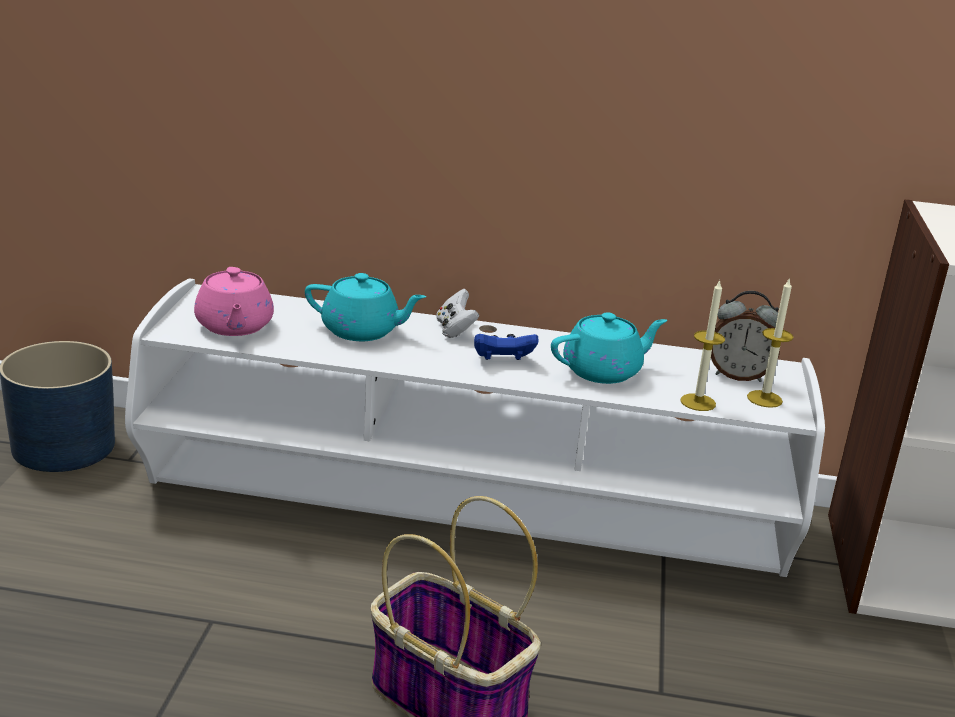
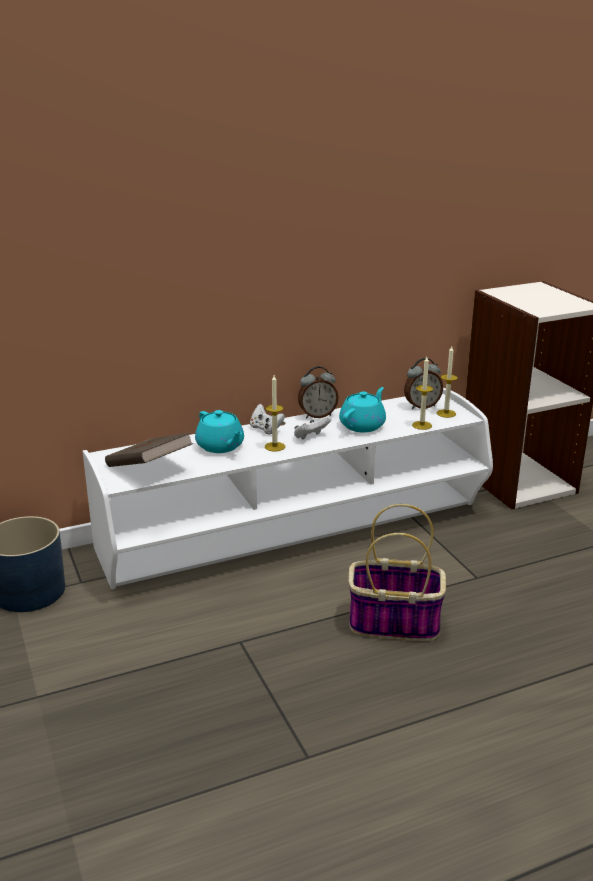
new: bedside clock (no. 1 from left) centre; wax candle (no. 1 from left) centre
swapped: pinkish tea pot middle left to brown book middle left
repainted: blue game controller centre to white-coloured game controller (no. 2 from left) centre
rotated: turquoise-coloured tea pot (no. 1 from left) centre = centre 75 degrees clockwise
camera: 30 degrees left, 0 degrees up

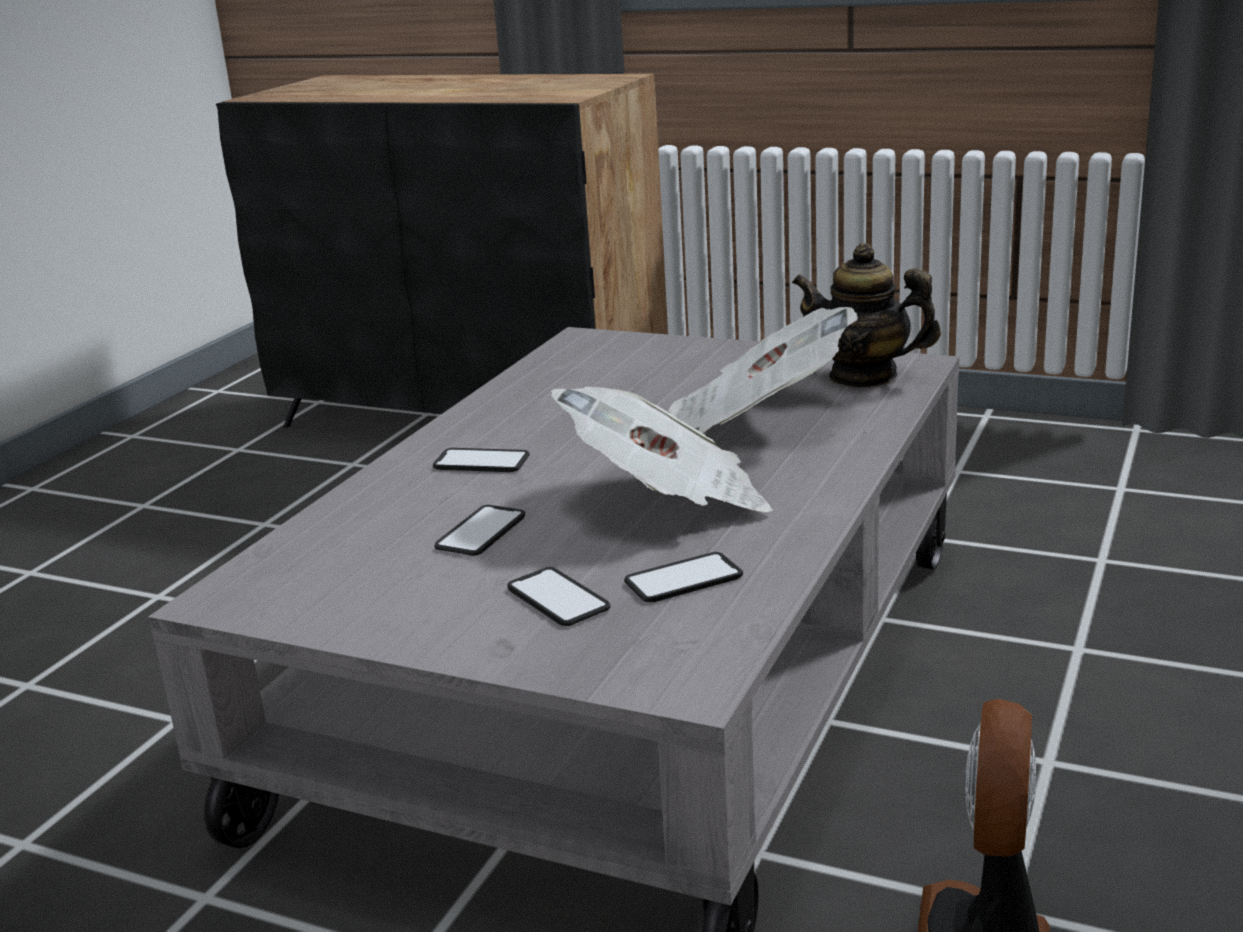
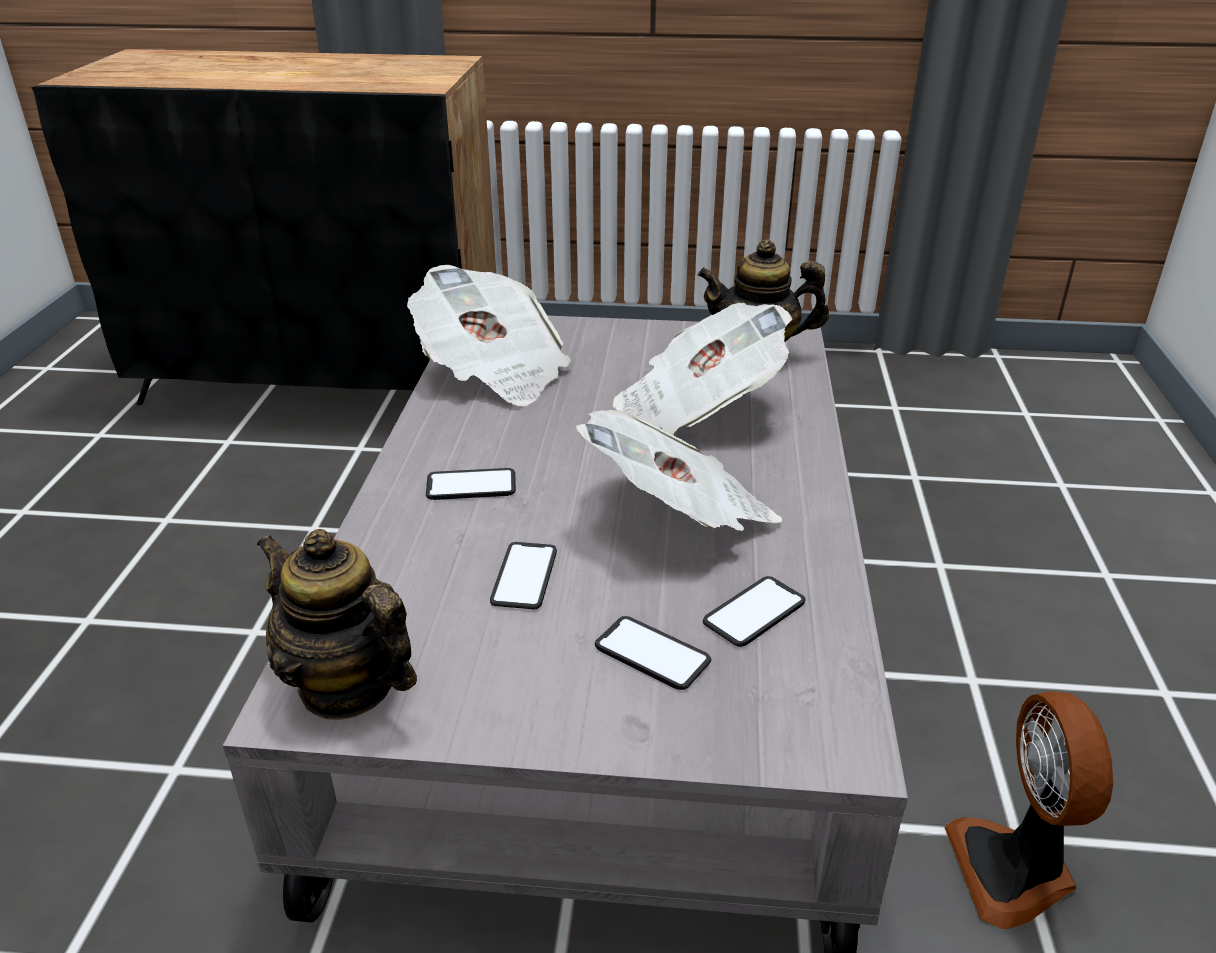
new: newspaper (no. 1 from left) centre; tea pot (no. 1 from left) middle left
camera: 20 degrees left, 10 degrees up

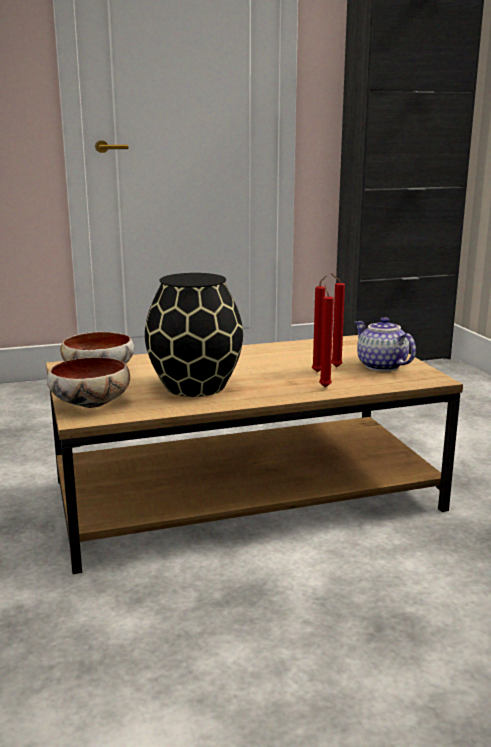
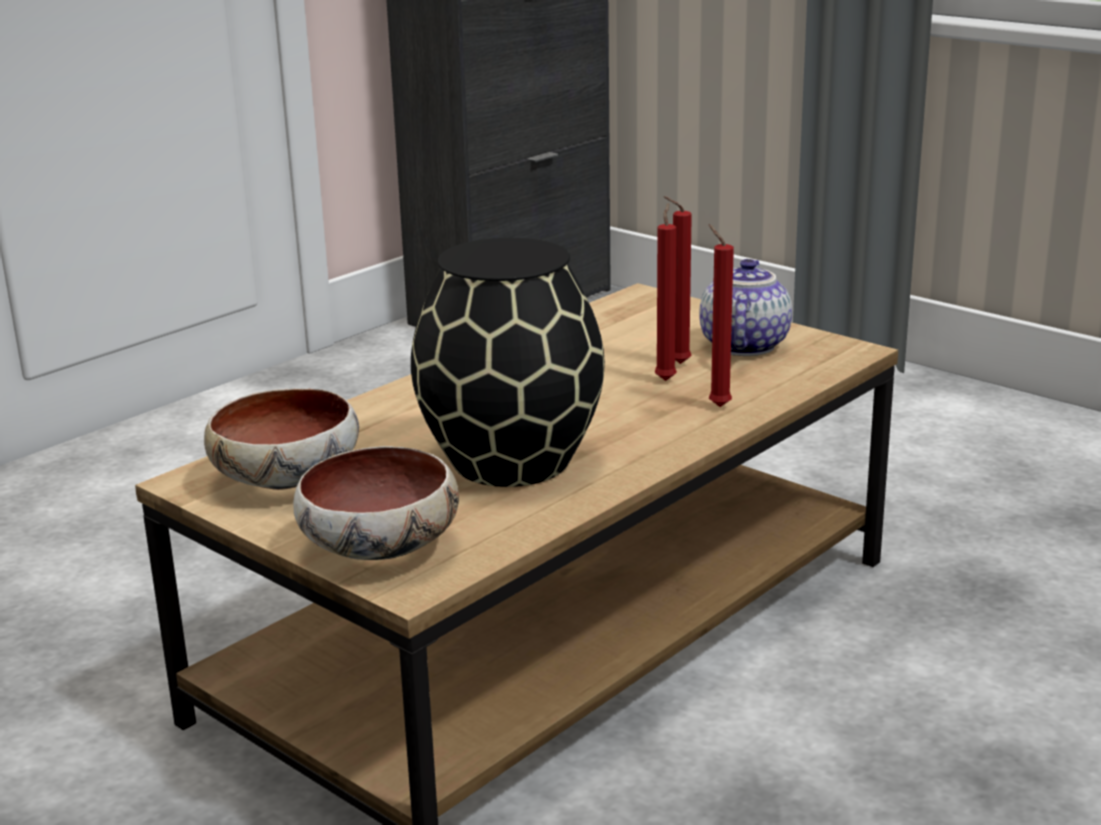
rotated: tea pot middle right = middle right 75 degrees clockwise
camera: 30 degrees left, 5 degrees up

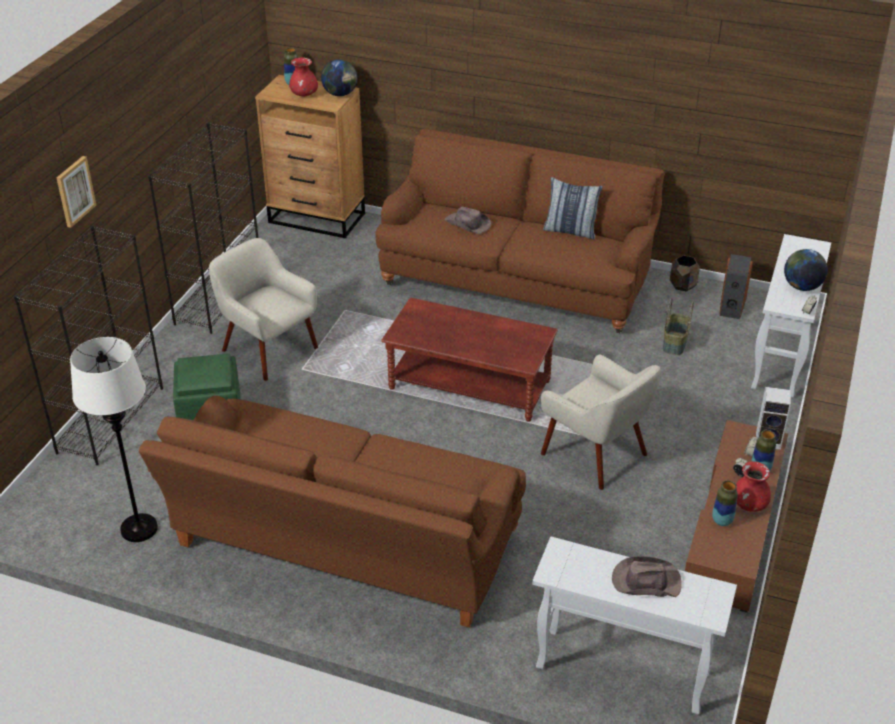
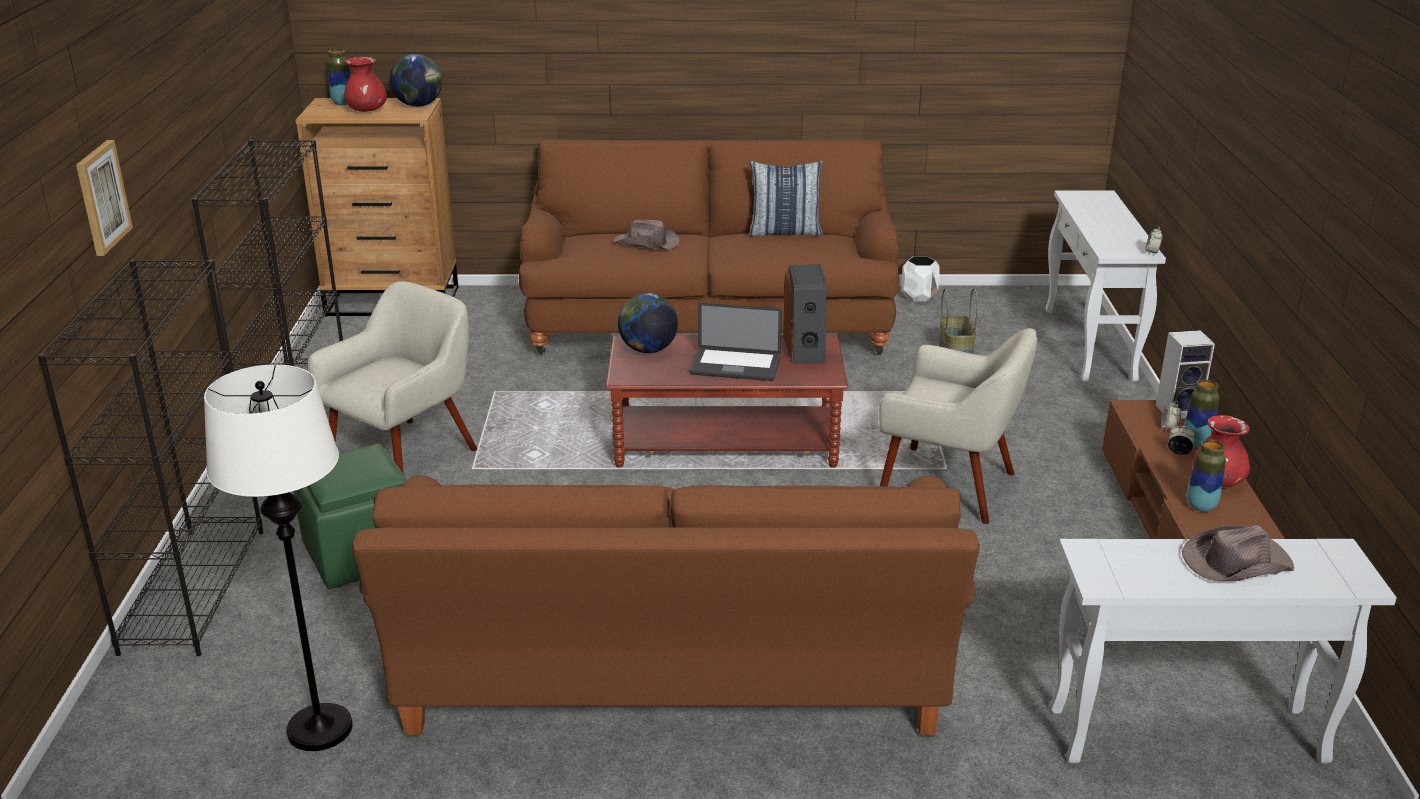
new: notebook computer centre
shifted: world globe (no. 2 from left) middle right to centre; audio speaker (no. 1 from left) middle right to centre
repainted: brown plant pot middle right to white-coloured plant pot centre
rotated: sand-coloured easy chair (no. 1 from left) middle left = middle left 105 degrees clockwise
camera: 20 degrees left, 10 degrees down

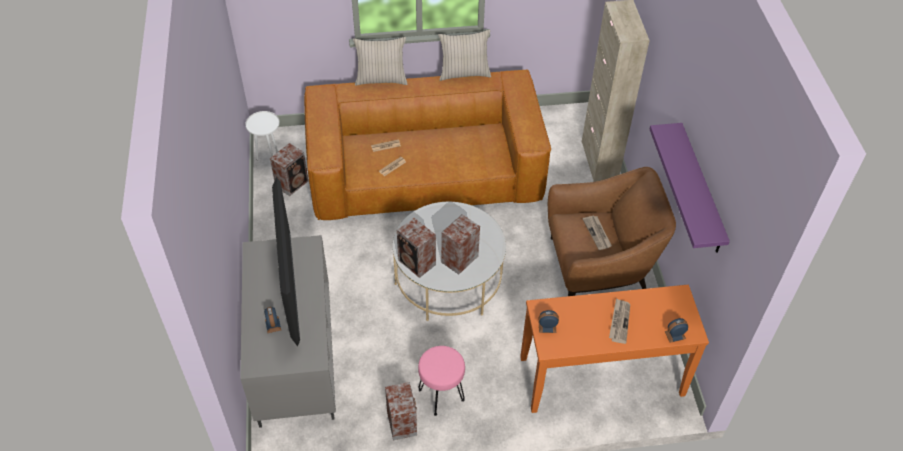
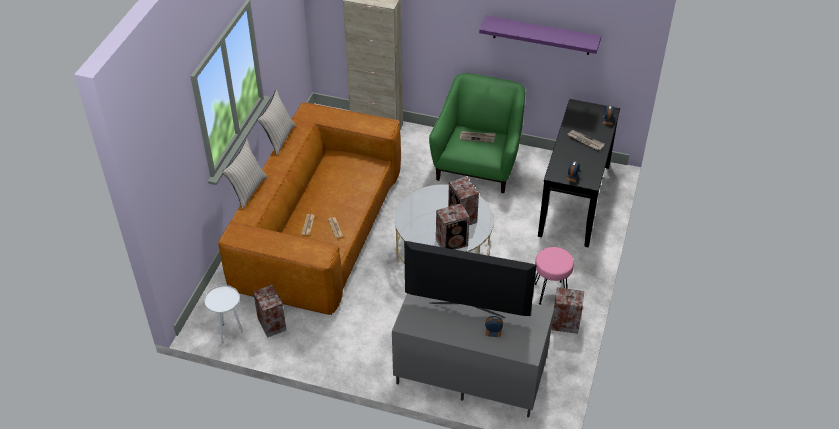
repainted: brown easy chair middle right to greenish easy chair top centre; orange-coloured console table bottom right to blackish console table middle right
camera: 65 degrees left, 5 degrees down

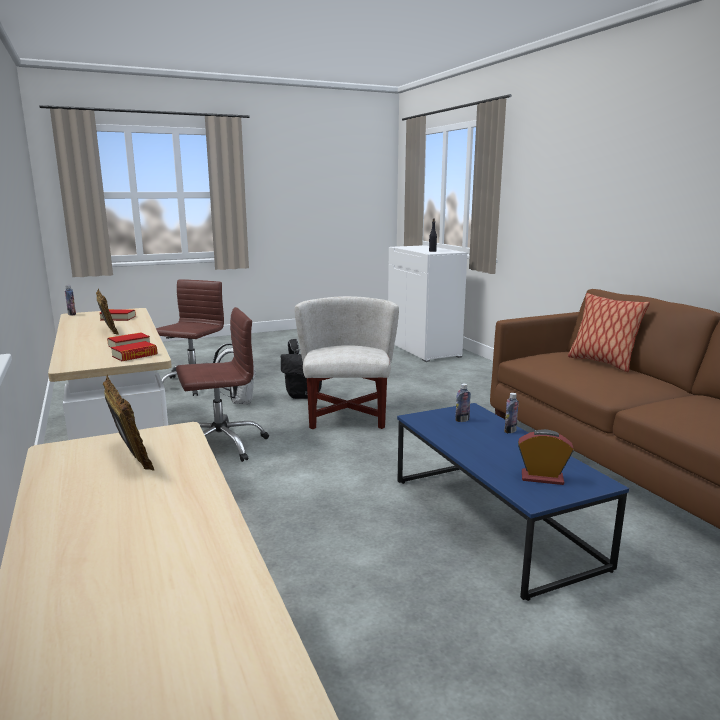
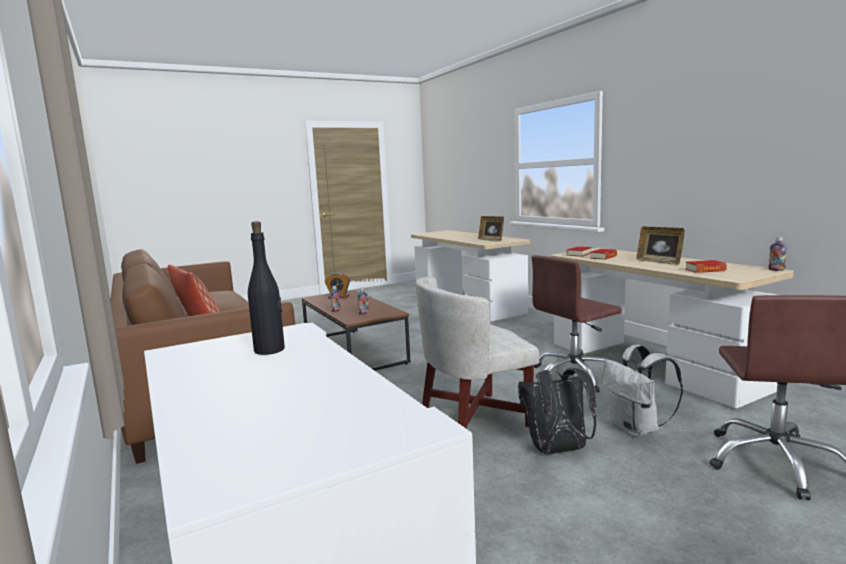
repainted: blue low table bottom right to brown low table centre
rotated: white-coloured easy chair centre = centre 75 degrees clockwise
camera: 175 degrees right, 5 degrees down

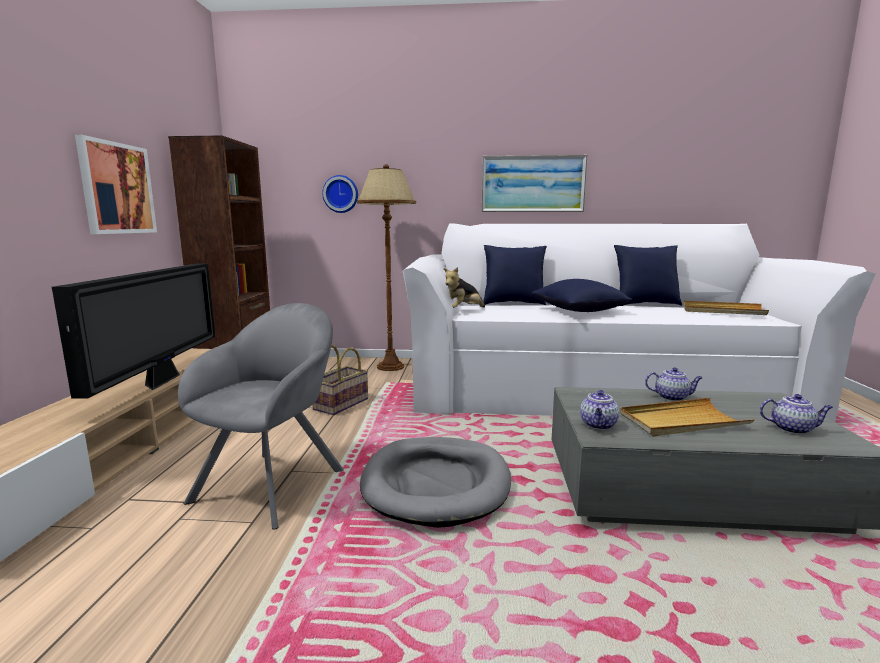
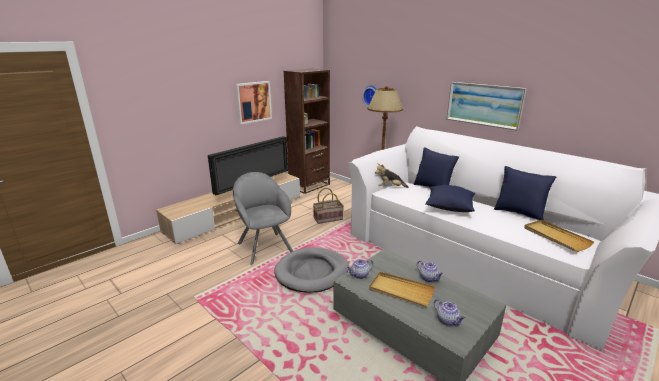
rotated: grey easy chair middle left = centre 90 degrees counterclockwise
camera: 40 degrees right, 10 degrees up

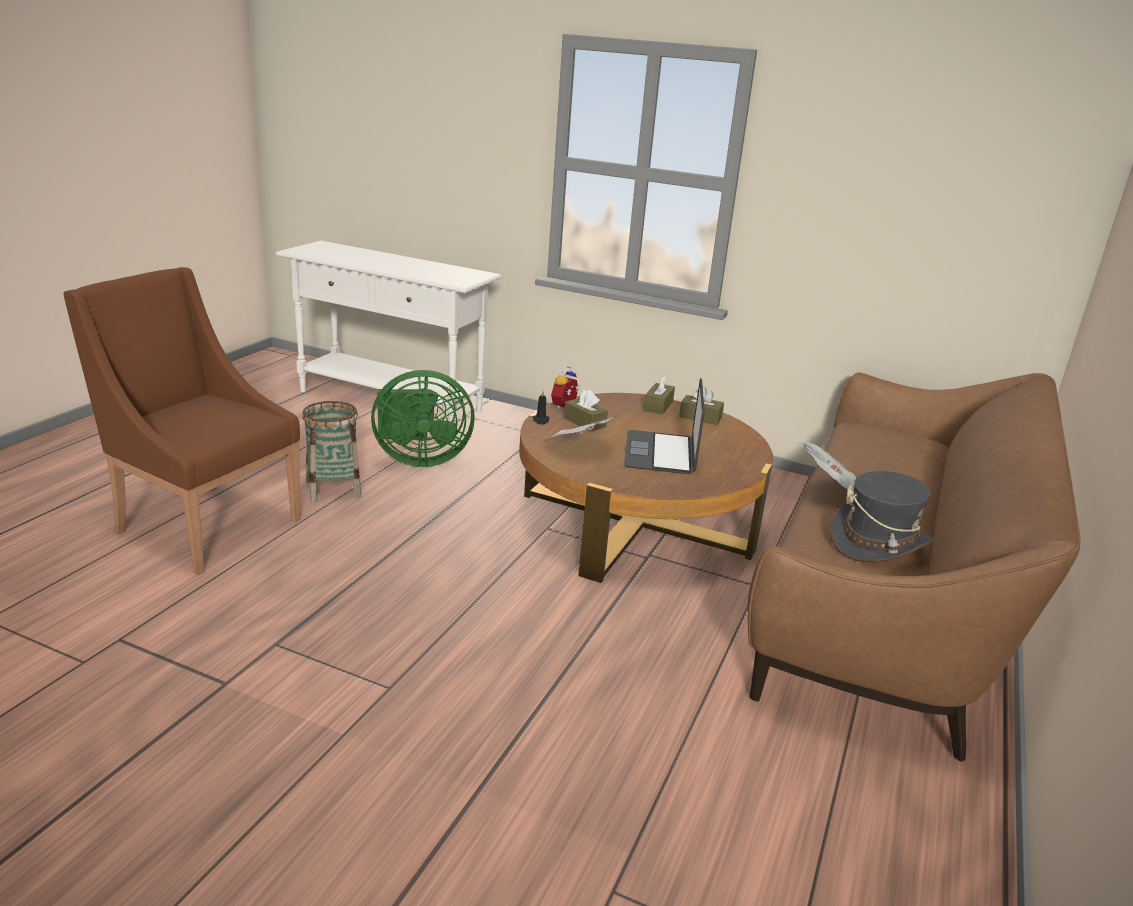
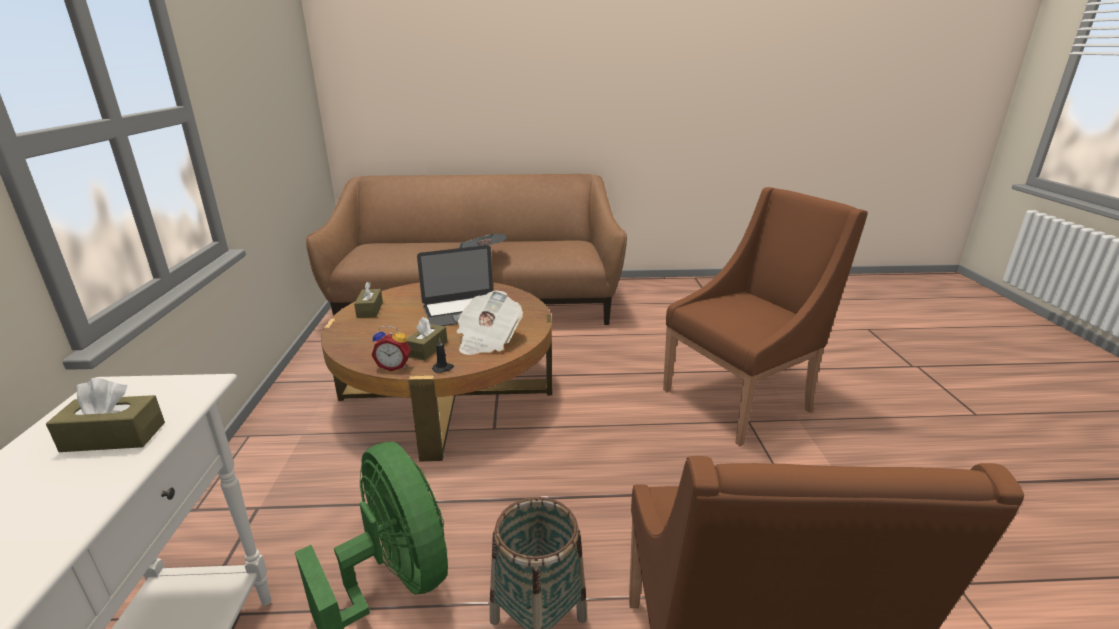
gone: grey clothing hat middle right
new: brown easy chair (no. 1 from left) middle right
shifted: brown tissue holder (no. 2 from left in the first image) centre to brown tissue holder (no. 1 from left) middle left
camera: 115 degrees left, 0 degrees up

